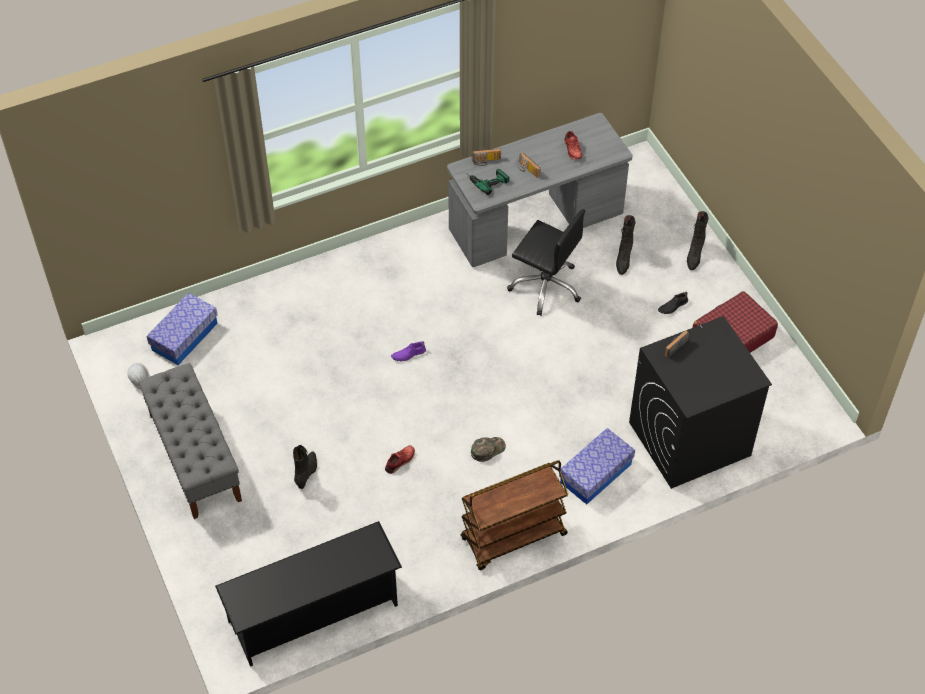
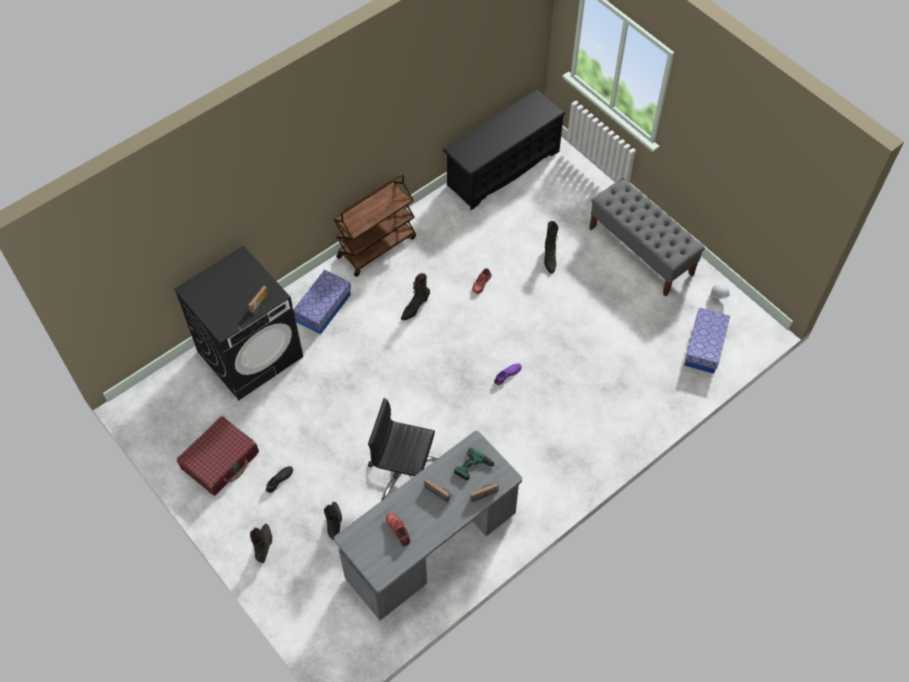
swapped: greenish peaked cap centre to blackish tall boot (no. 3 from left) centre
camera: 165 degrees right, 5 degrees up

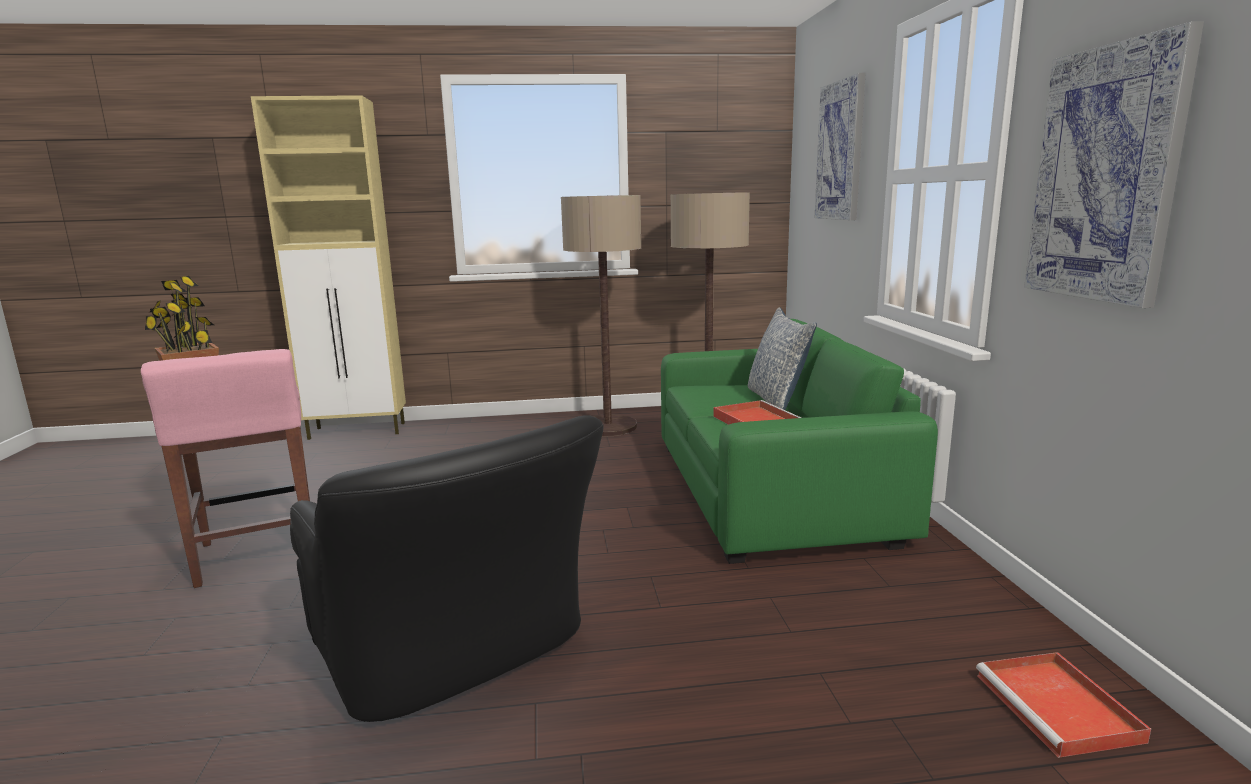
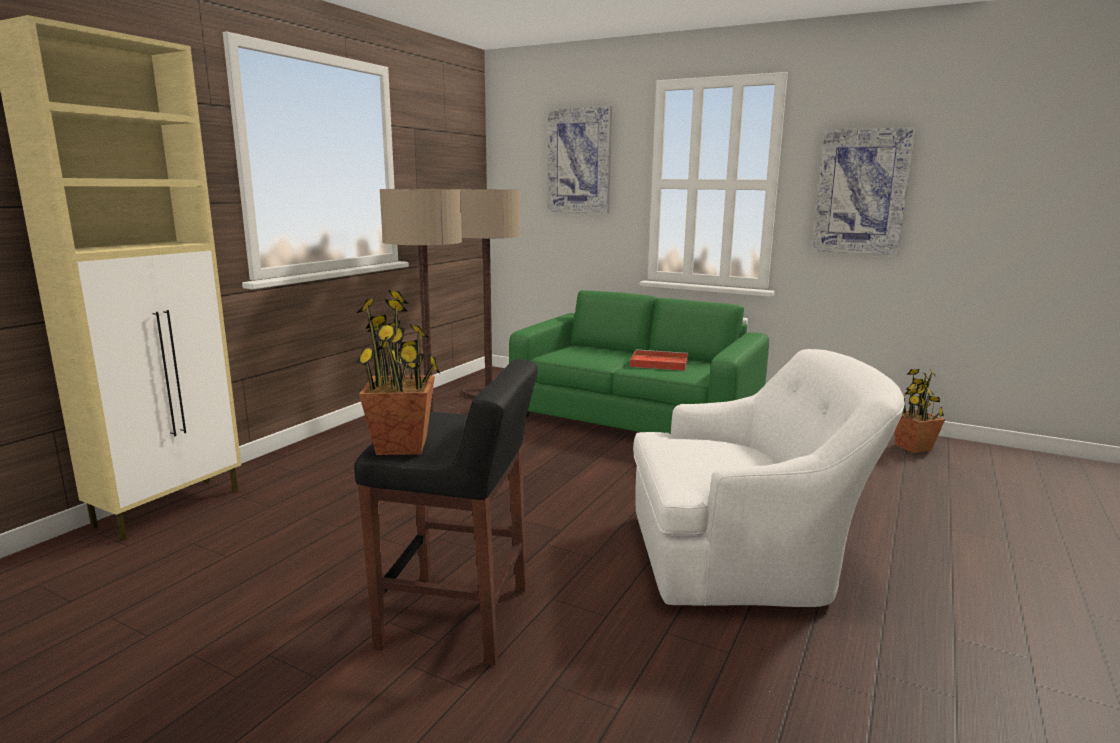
gone: throw pillow centre
swapped: red-coloured serving tray (no. 2 from left) bottom right to plant in a pot (no. 2 from left) middle right
repainted: pinkish sitting stool middle left to blackish sitting stool bottom centre; blackish easy chair bottom centre to white-coloured easy chair middle right
camera: 55 degrees left, 0 degrees up

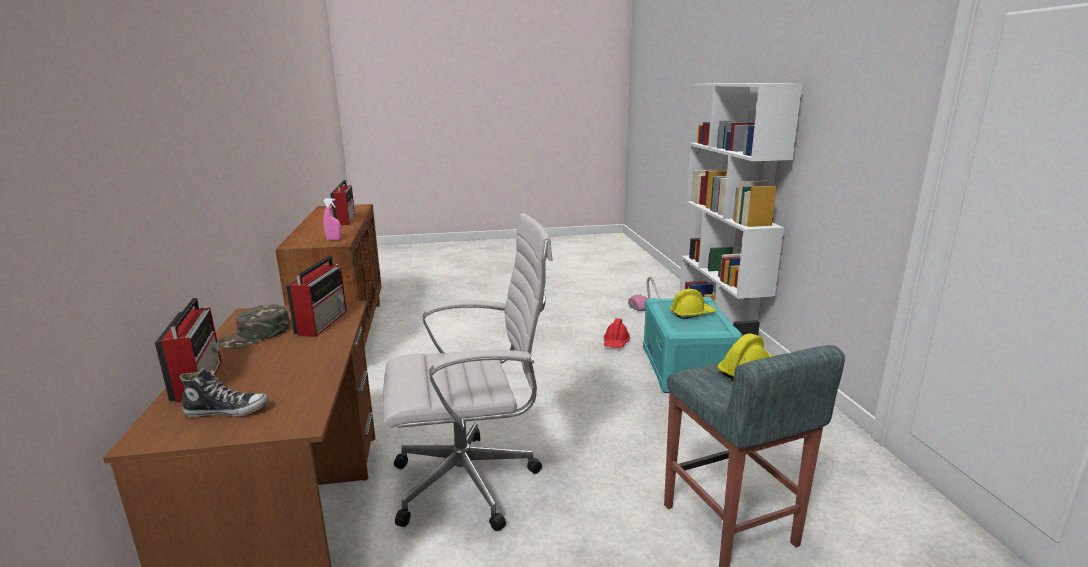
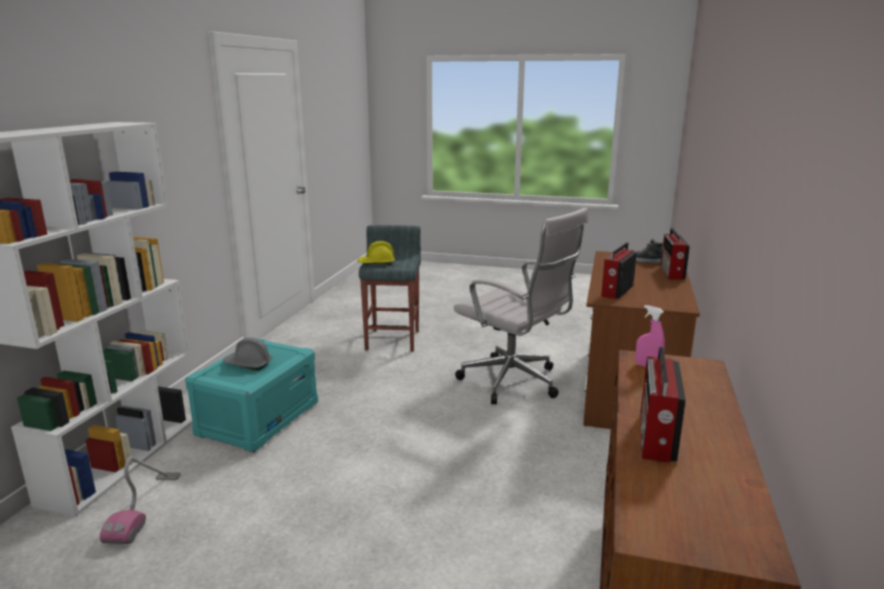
gone: greenish peaked cap middle left; red-coloured safety helmet centre
repainted: yellow safety helmet (no. 1 from left) centre to grey safety helmet middle left
rotated: white-coloured office chair centre = centre 150 degrees counterclockwise
camera: 155 degrees left, 0 degrees up

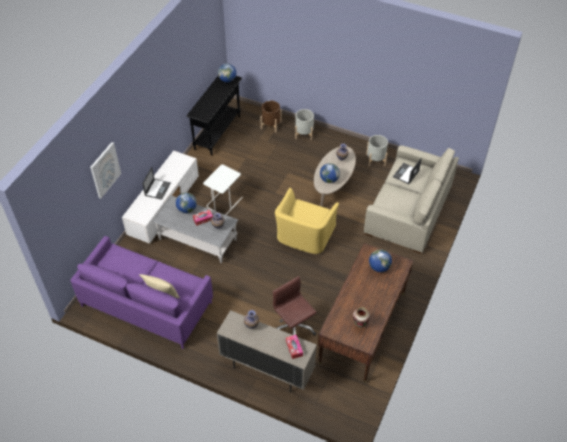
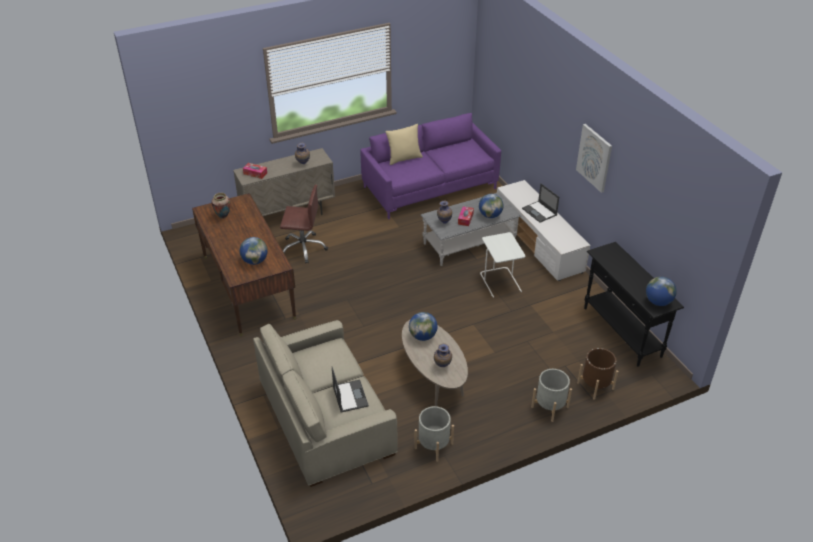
gone: yellow easy chair centre
shifted: picture middle left to top right
camera: 130 degrees right, 10 degrees down

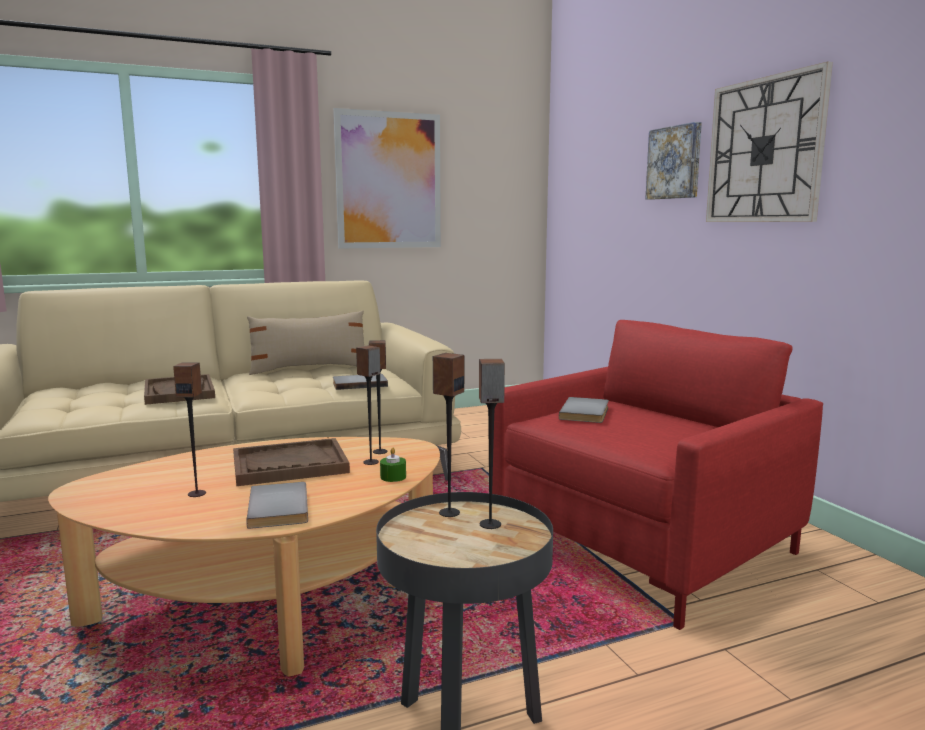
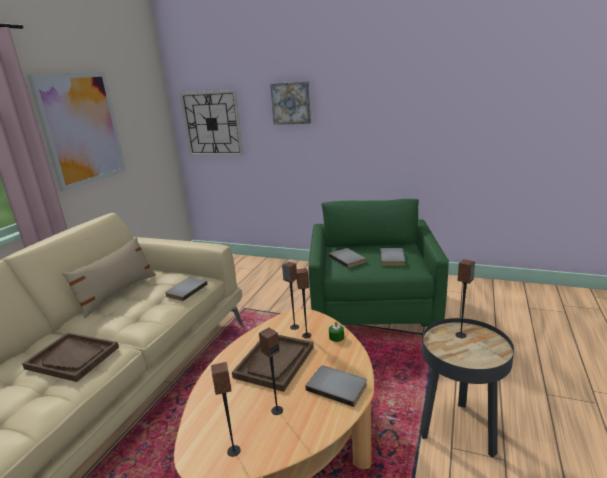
new: grey book (no. 4 from left) centre
shifted: clock on the wall top right to top centre; audio speaker (no. 4 from left in the first image) centre to audio speaker (no. 1 from left) bottom centre
repainted: red-coloured easy chair middle right to greenish easy chair centre
camera: 45 degrees left, 10 degrees up

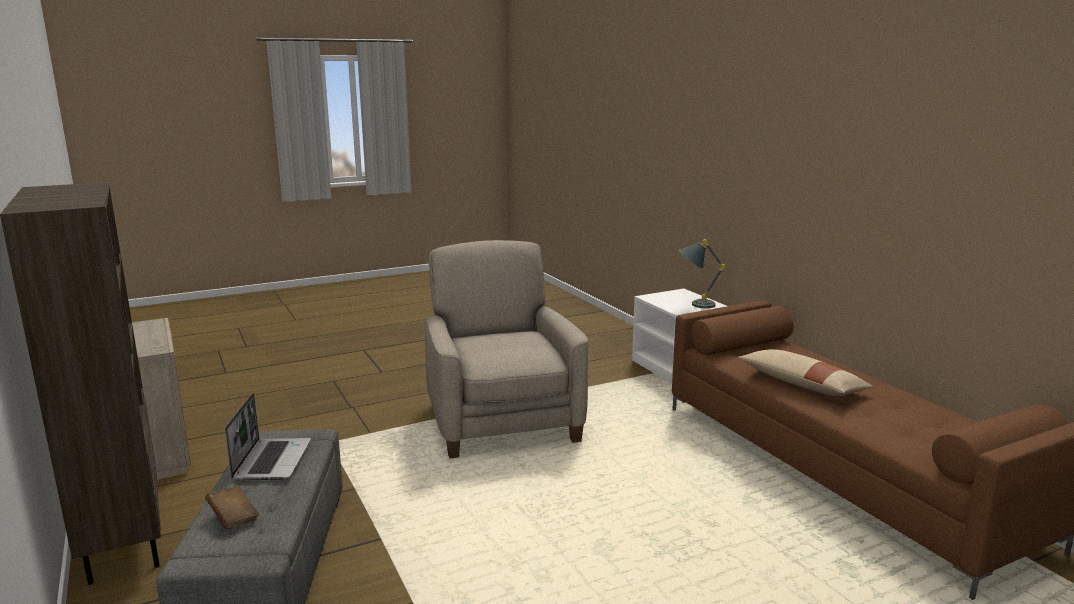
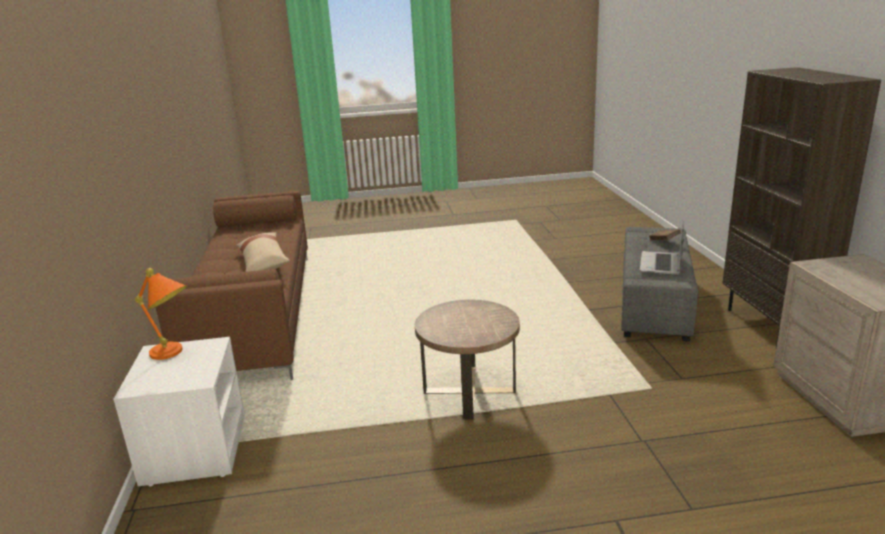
swapped: sand-coloured easy chair centre to brown end table bottom centre
repainted: grey table lamp centre to orange-coloured table lamp middle left
camera: 160 degrees left, 5 degrees up

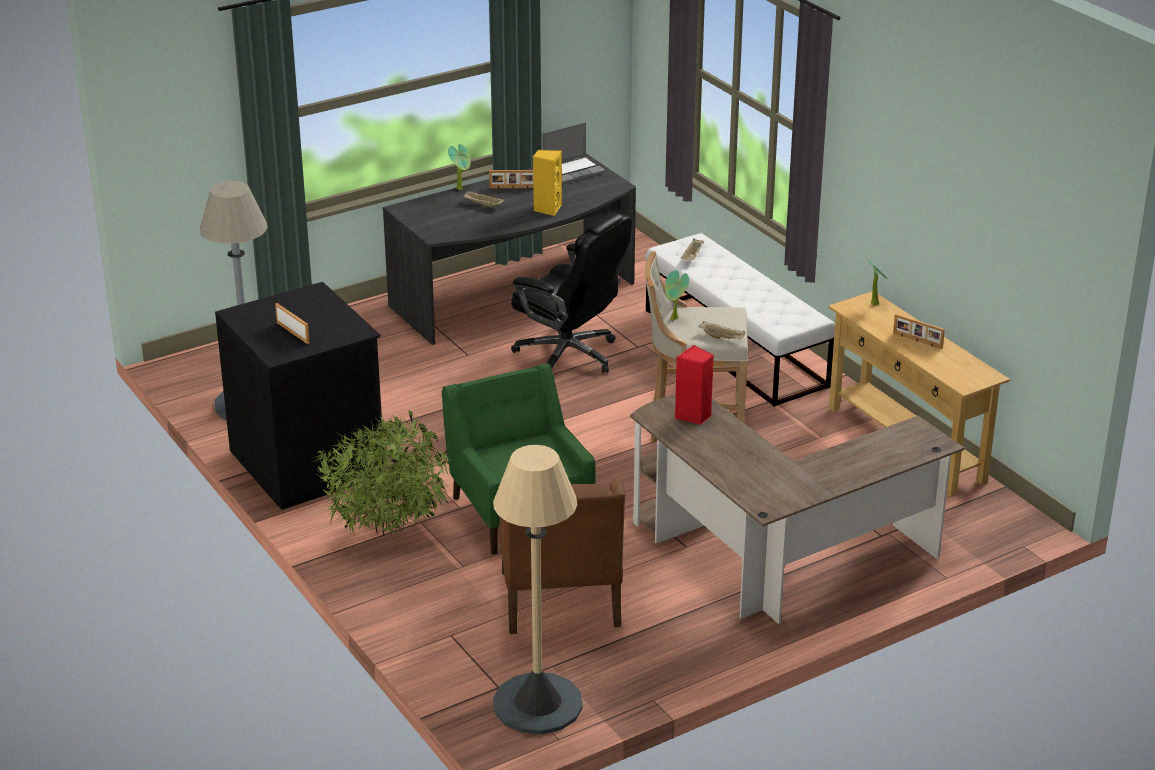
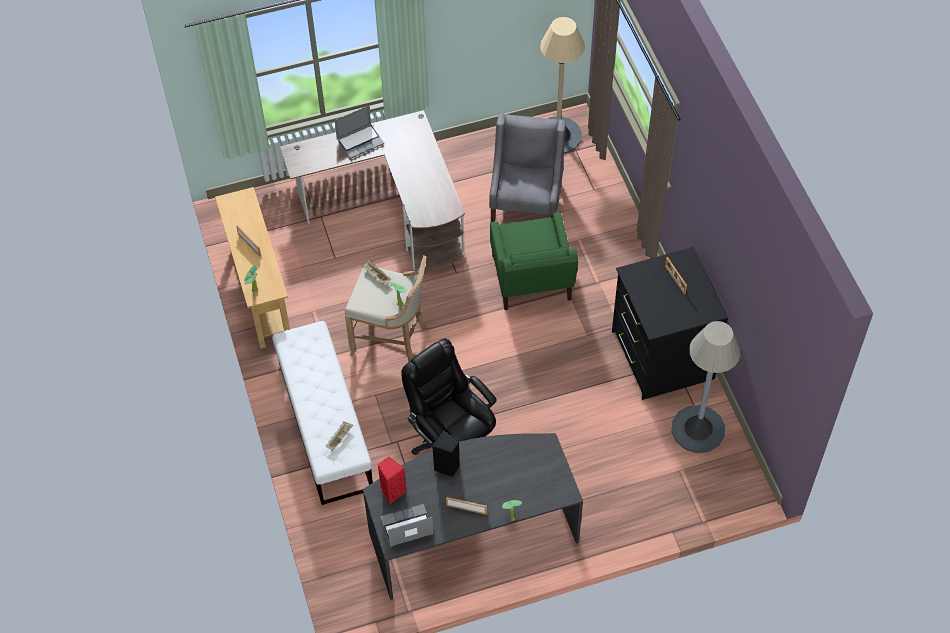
gone: sand-coloured serving tray (no. 1 from left) top centre; plant in a pot (no. 1 from left) middle left
new: notebook computer (no. 1 from left) top centre
shifted: red-coloured audio speaker centre to bottom centre
repainted: yellow audio speaker top centre to blackish audio speaker bottom centre; brown easy chair bottom centre to grey easy chair top centre
camera: 165 degrees left, 25 degrees up

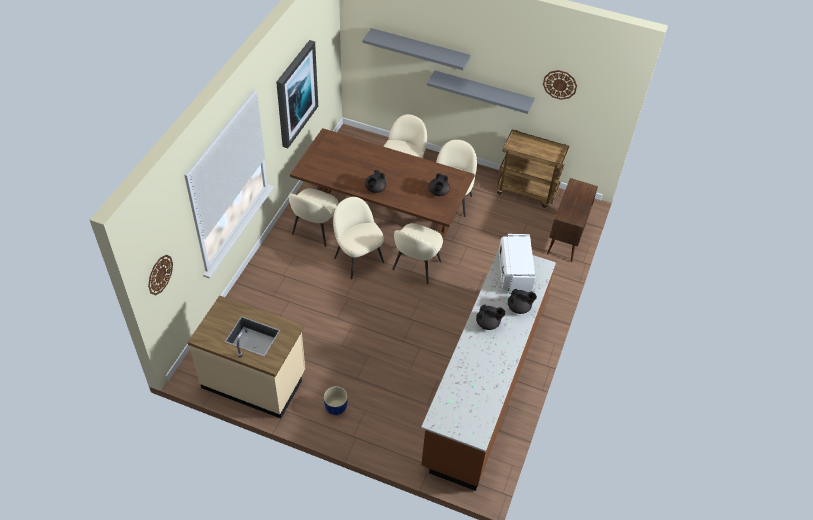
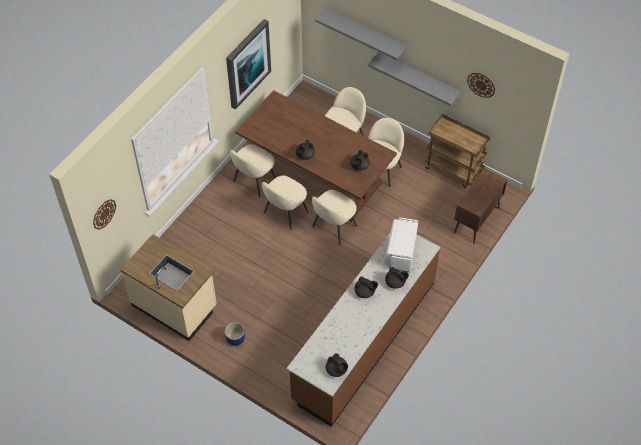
new: blackish tea pot (no. 2 from left) bottom centre
rotated: sand-coloured chair (no. 2 from left) centre = centre 120 degrees counterclockwise
camera: 15 degrees right, 5 degrees up

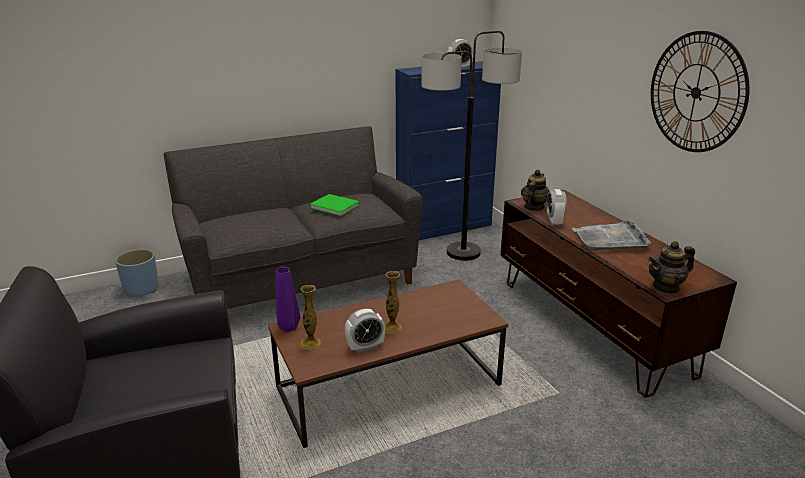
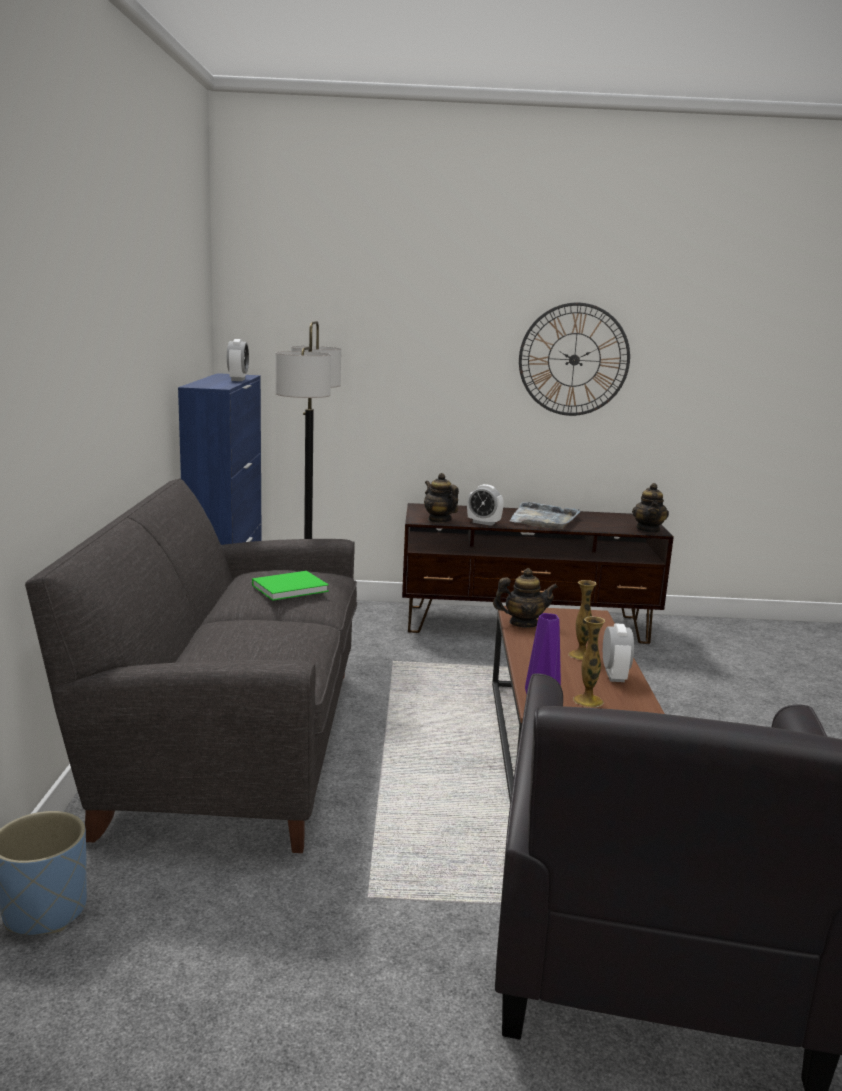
new: tea pot (no. 2 from left) centre
camera: 65 degrees left, 10 degrees down

